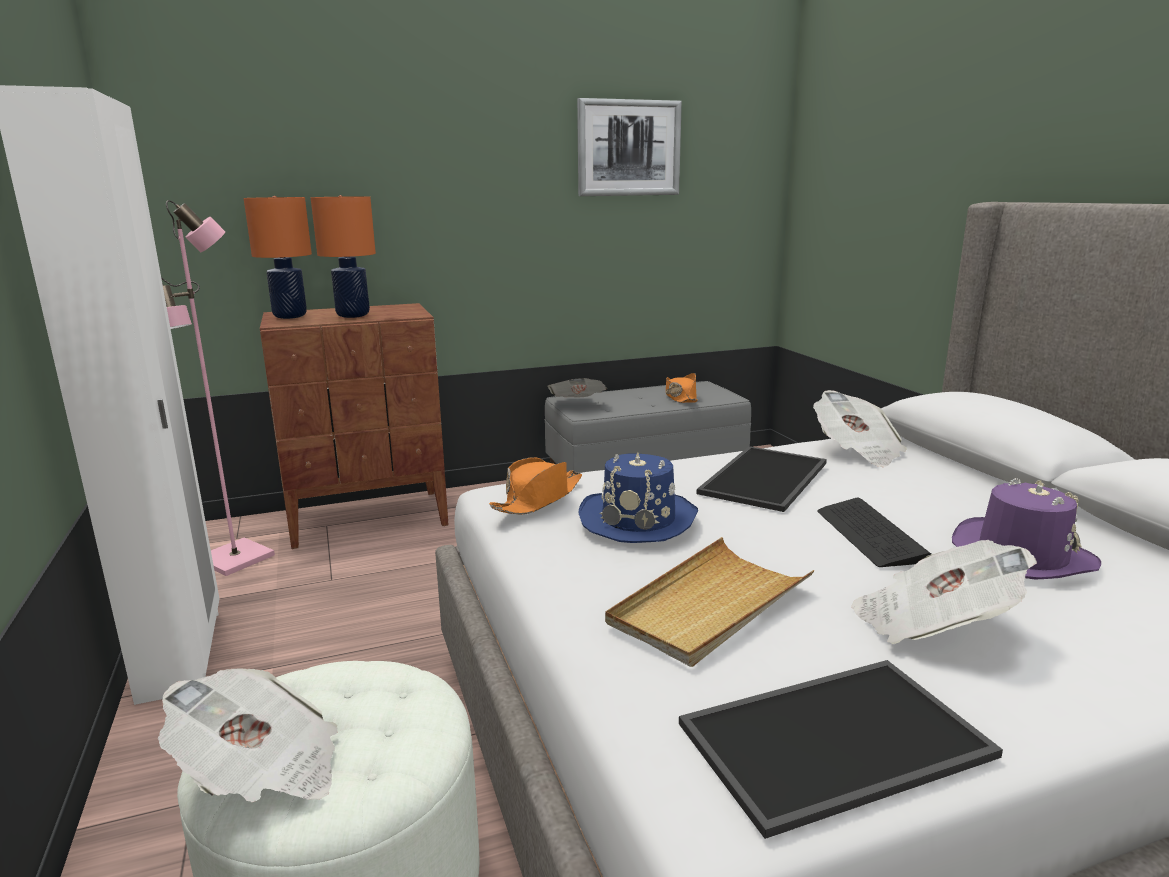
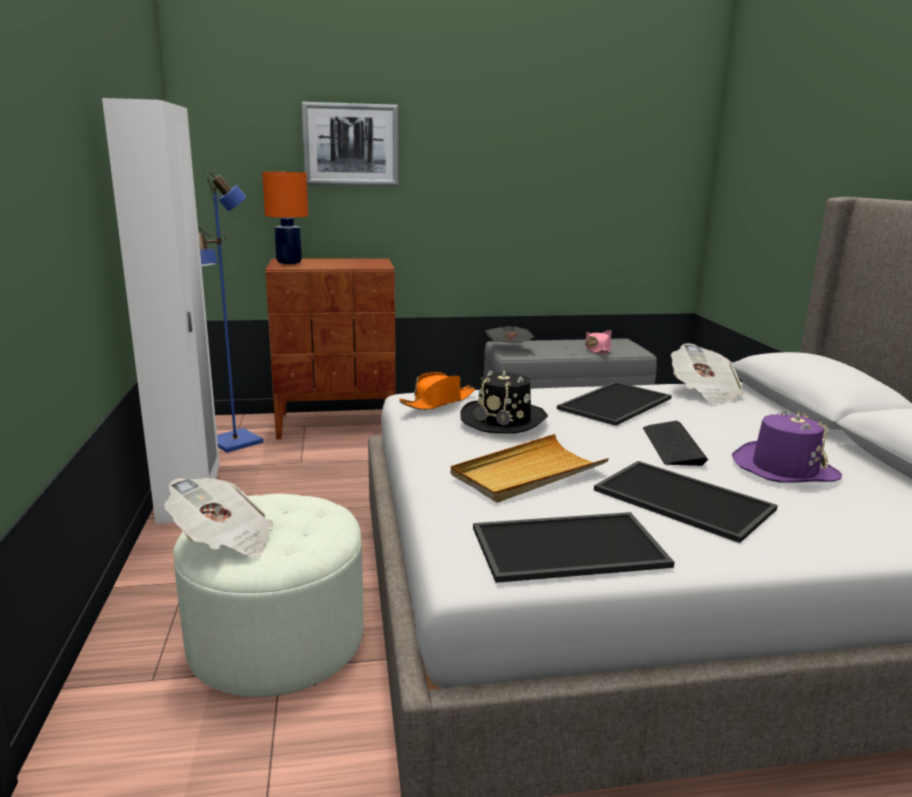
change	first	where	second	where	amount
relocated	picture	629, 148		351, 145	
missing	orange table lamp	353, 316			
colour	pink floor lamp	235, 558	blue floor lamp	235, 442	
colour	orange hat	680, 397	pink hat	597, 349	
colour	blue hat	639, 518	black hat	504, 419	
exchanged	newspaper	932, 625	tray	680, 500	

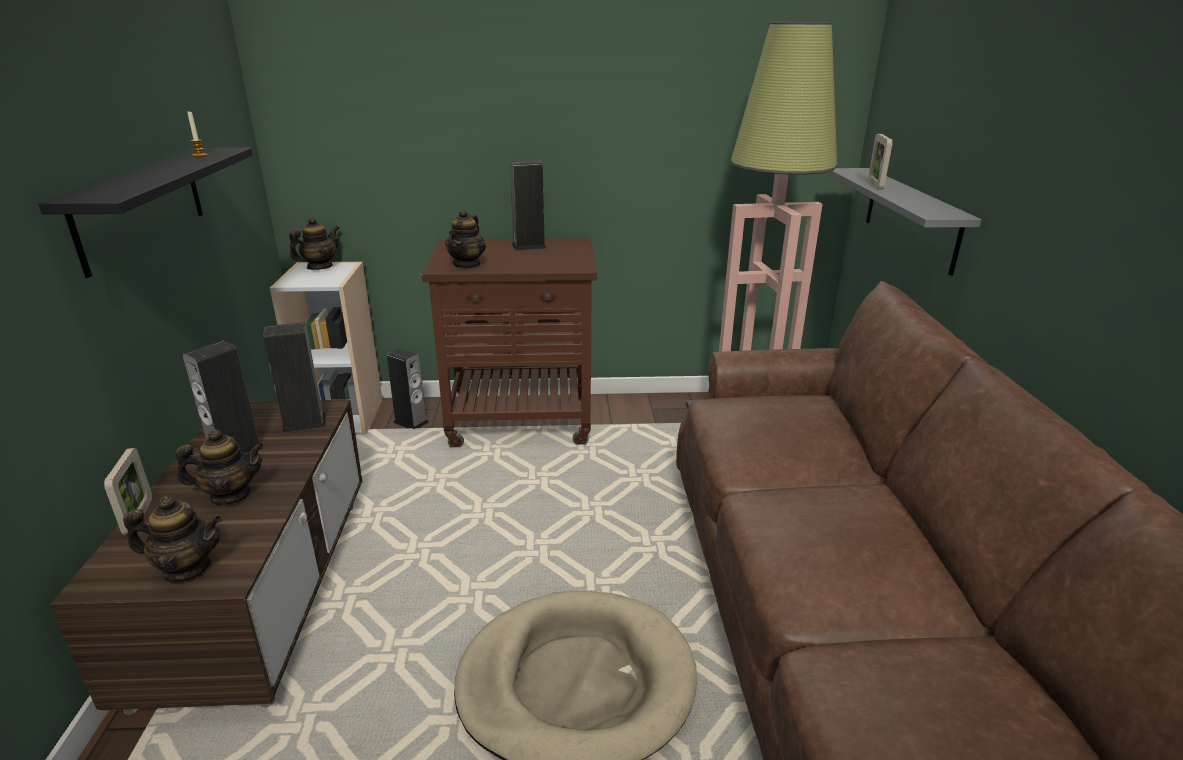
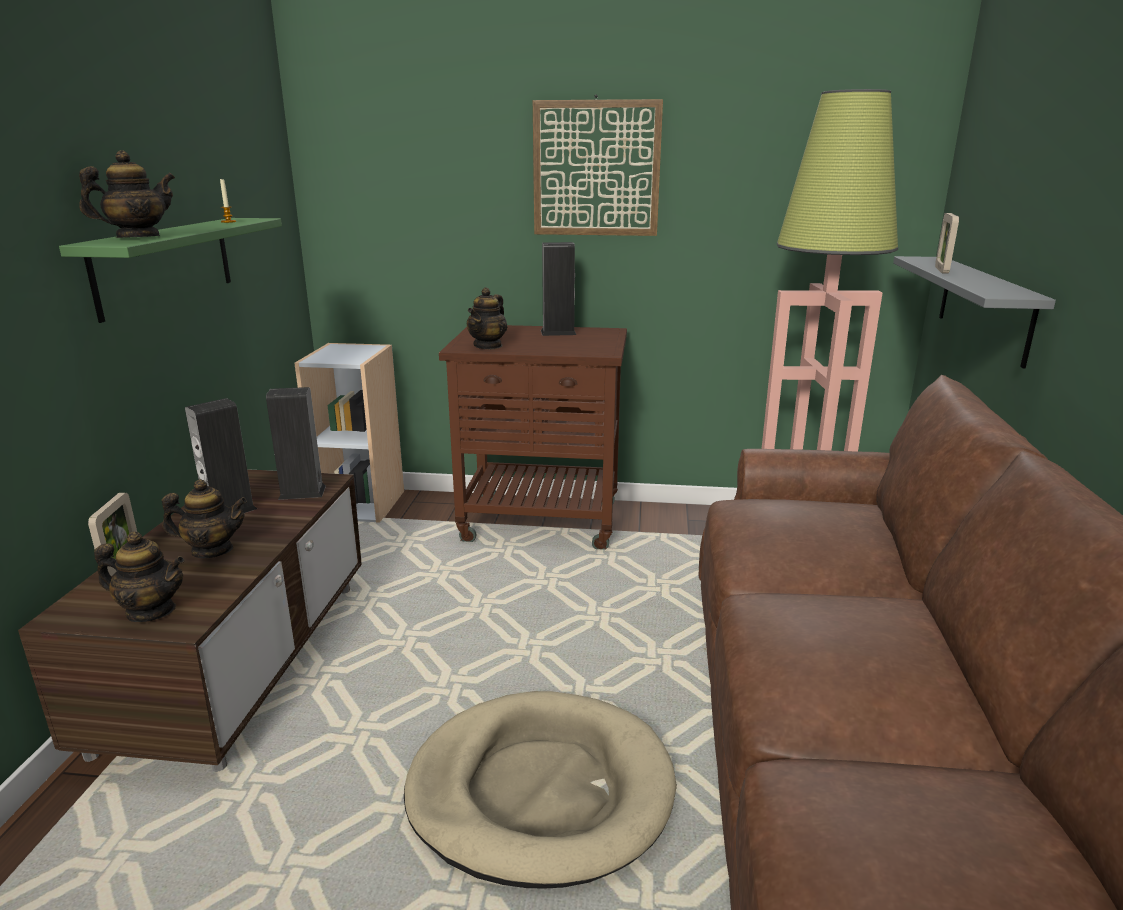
change	first	where	second	where	amount
colour	black shelf	141, 206	green shelf	165, 265	
relocated	teapot	319, 267		138, 237	
missing	speaker	411, 422			
appeared			picture	596, 166	

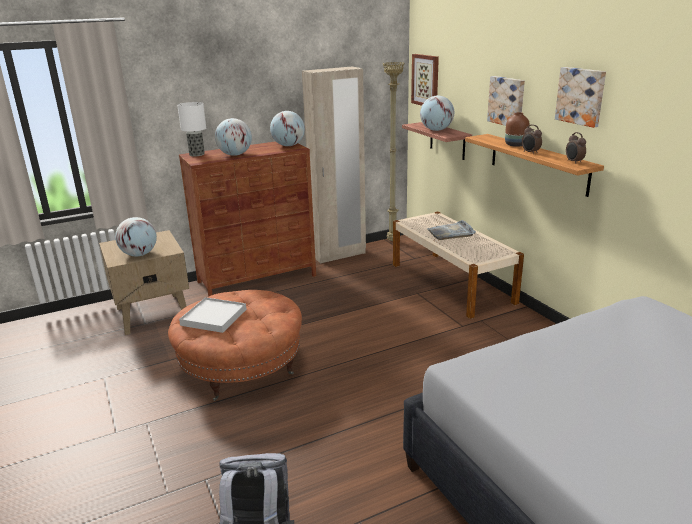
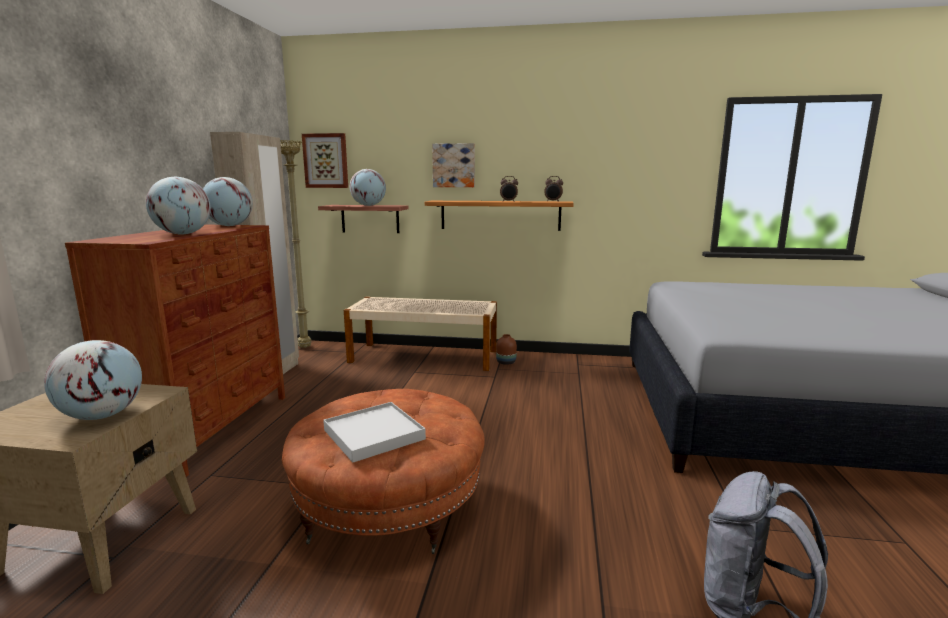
change	first	where	second	where	amount
missing	picture	581, 96			
missing	table lamp	196, 154			
relocated	brown vase	516, 145		506, 362	
missing	grey tray	451, 232			

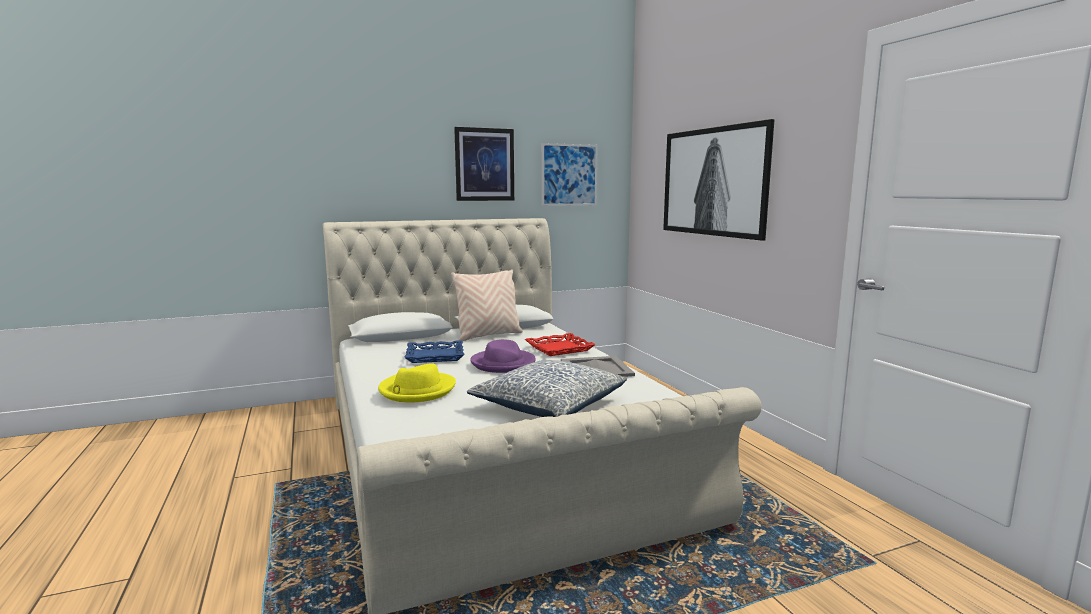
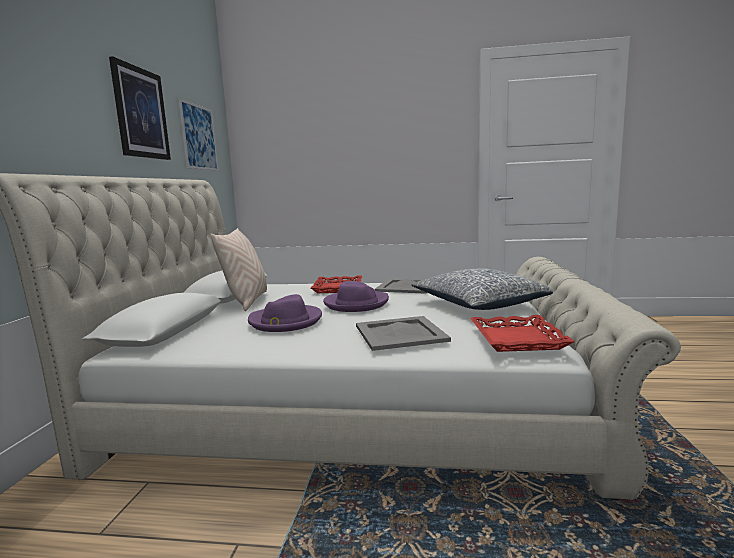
change	first	where	second	where	amount
missing	picture	714, 182			
exchanged	blue tray	435, 356	purple hat	285, 321	
exchanged	yellow hat	417, 390	grey tray	401, 333	
appeared			red tray	516, 339	

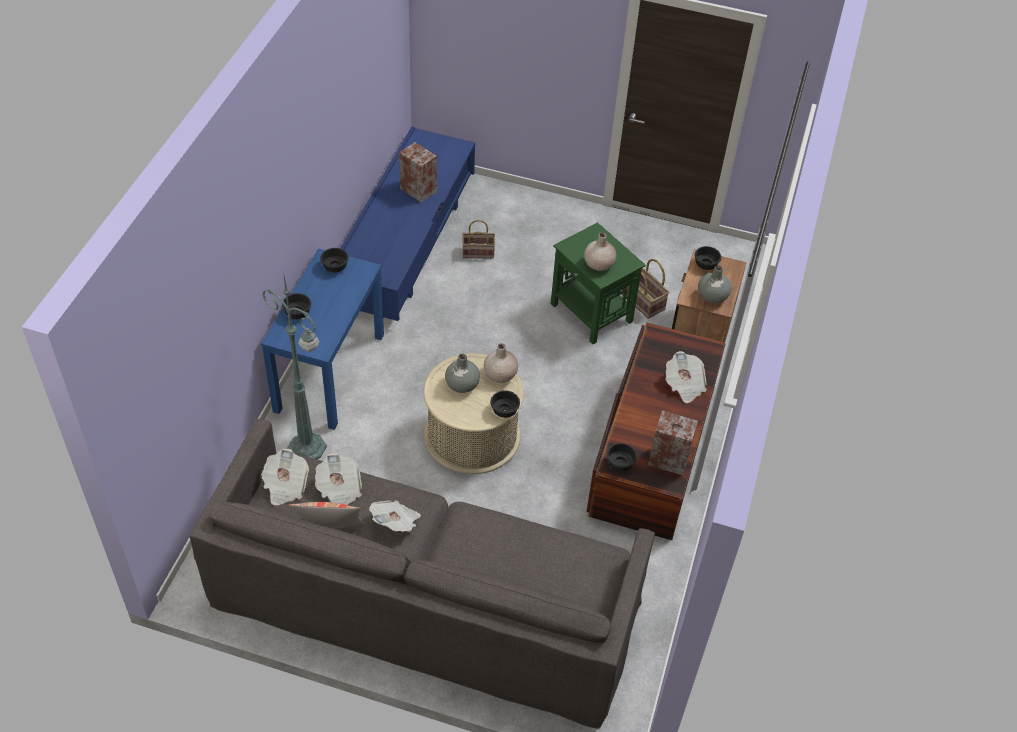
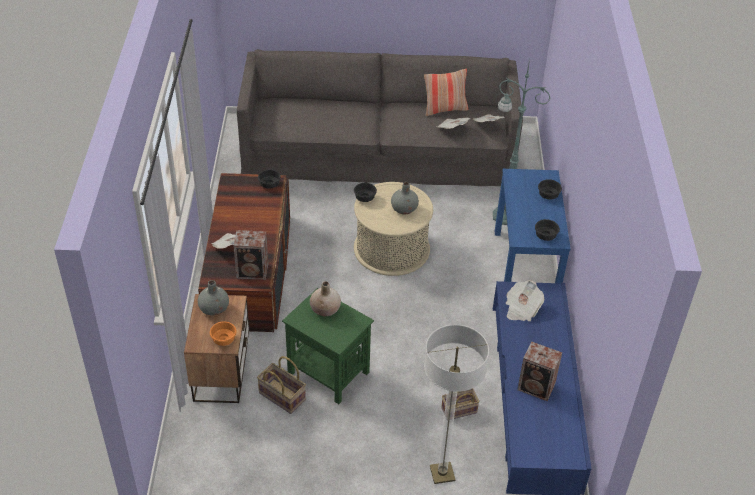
change	first	where	second	where	amount
colour	black bowl	706, 264	orange bowl	223, 340	
missing	beige vase	500, 374			
relocated	speaker	667, 459		253, 271	
relocated	newspaper	396, 523		521, 309	
appeared			floor lamp	442, 473	

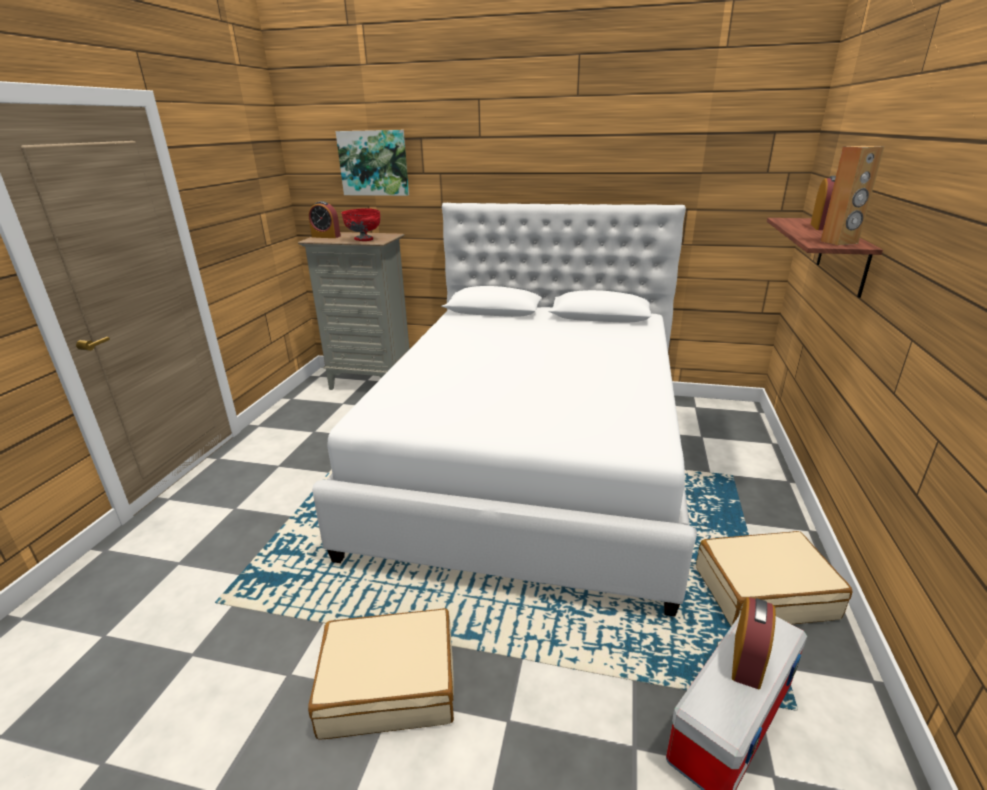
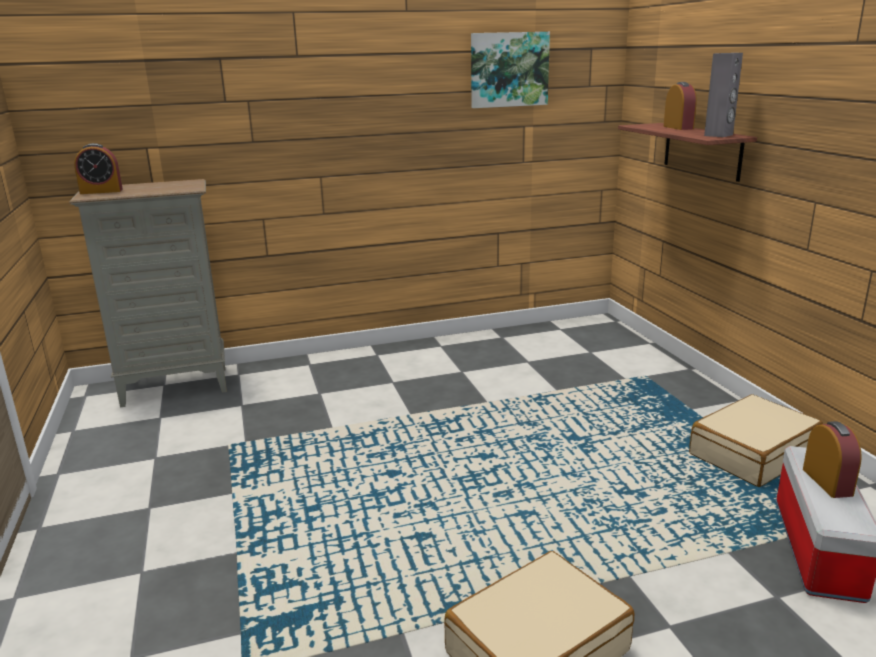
change	first	where	second	where	amount
relocated	picture	374, 163		509, 69	
colour	brown speaker	839, 242	grey speaker	719, 135	
missing	white bed	531, 461			
missing	red bowl	364, 240			

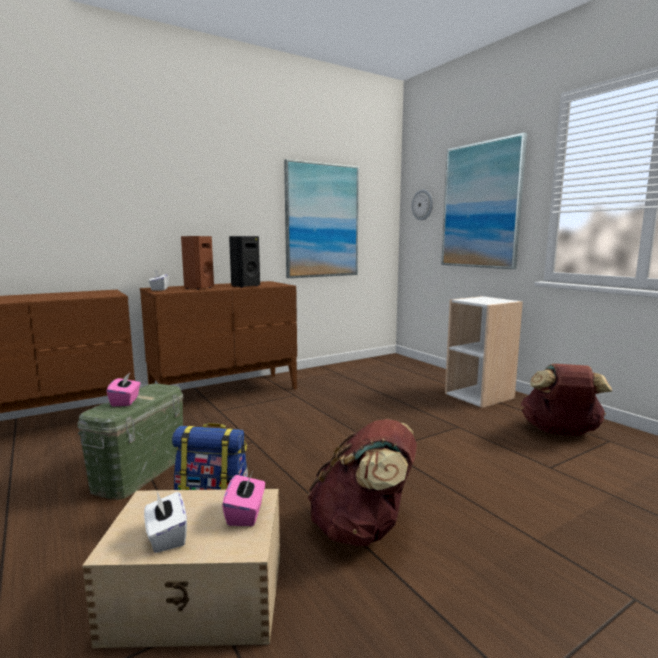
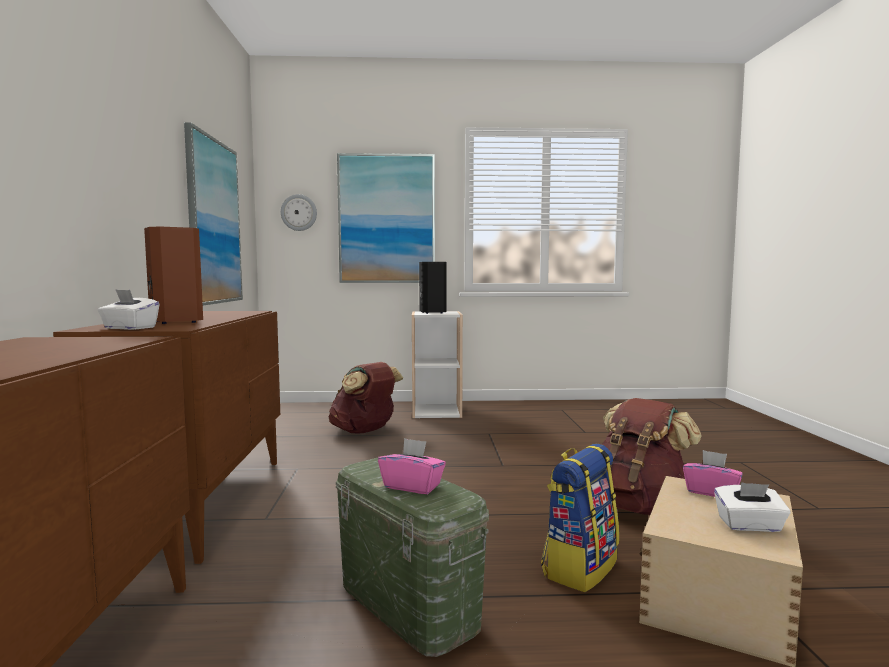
change	first	where	second	where	amount
relocated	black speaker	245, 286		432, 312	
relocated	brown backpack	560, 432		364, 431	

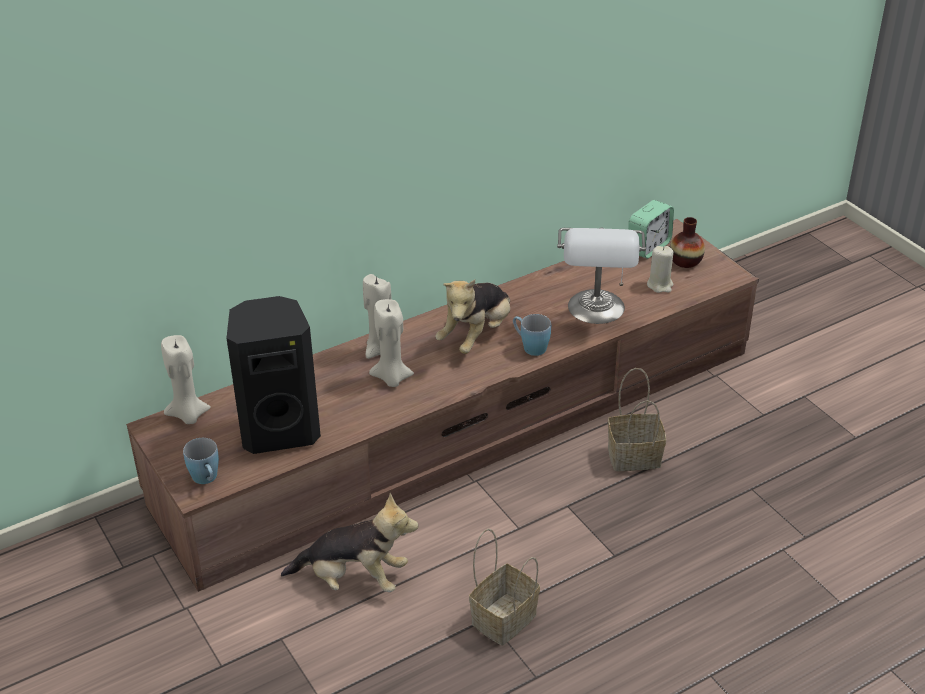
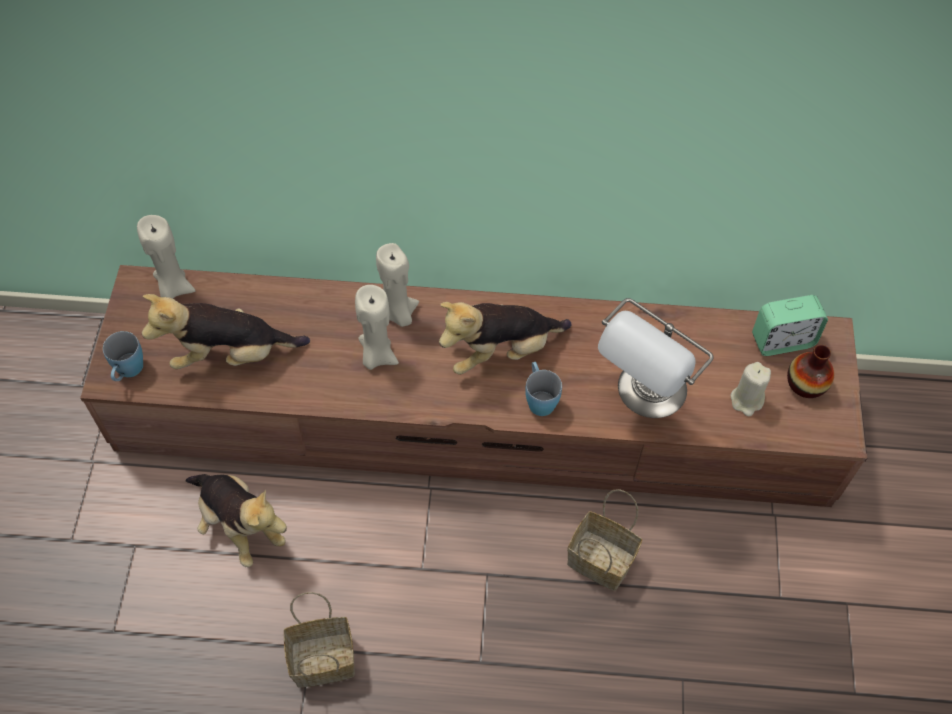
change	first	where	second	where	amount
exchanged	black speaker	280, 430	plush toy	231, 355	

